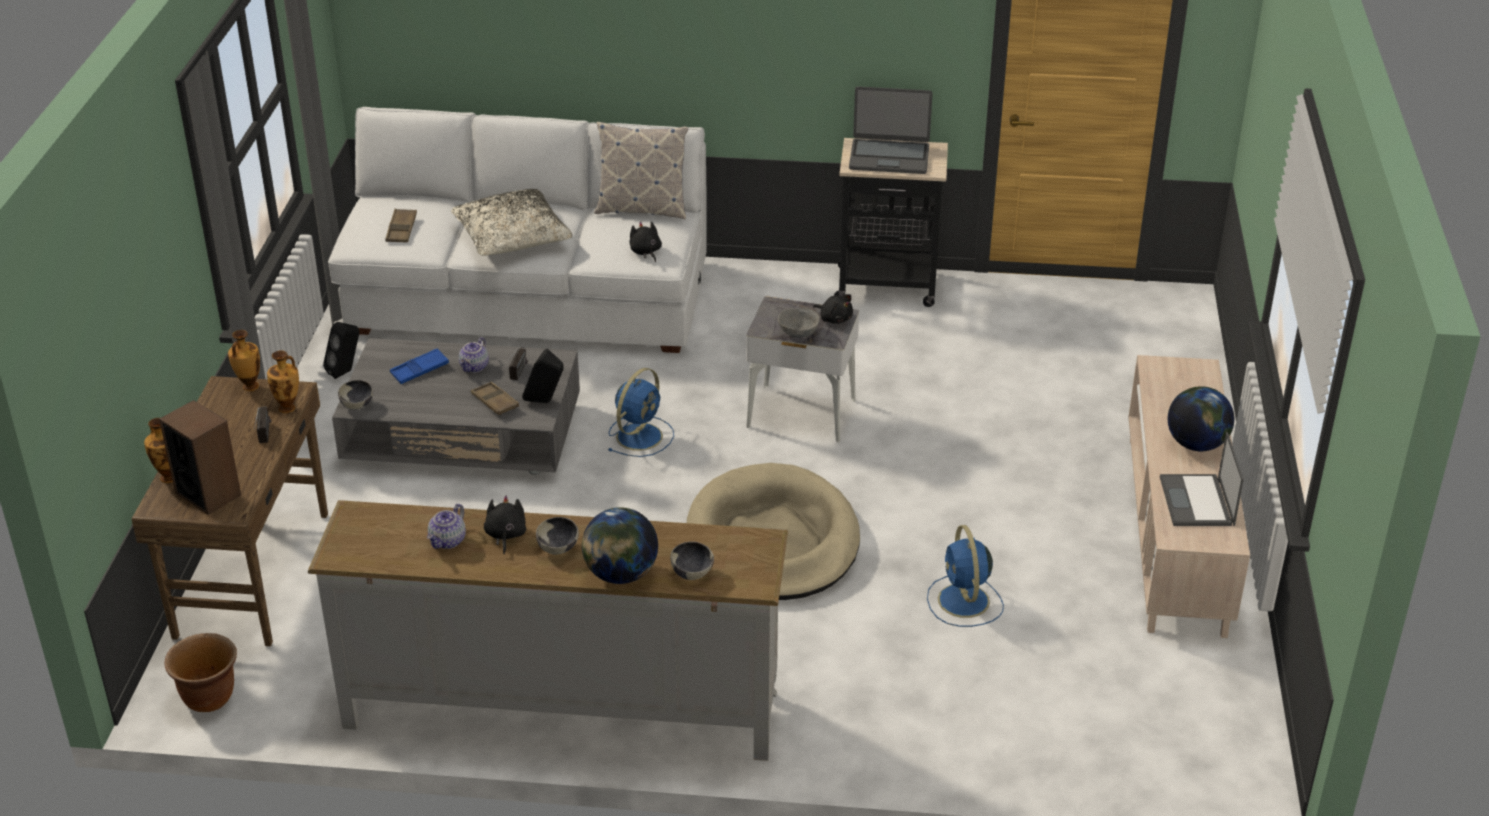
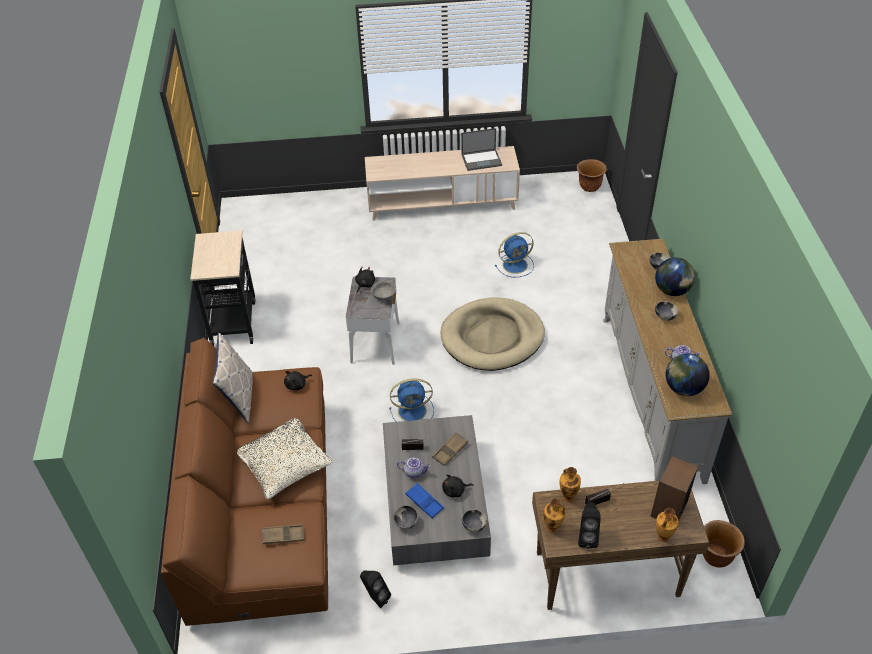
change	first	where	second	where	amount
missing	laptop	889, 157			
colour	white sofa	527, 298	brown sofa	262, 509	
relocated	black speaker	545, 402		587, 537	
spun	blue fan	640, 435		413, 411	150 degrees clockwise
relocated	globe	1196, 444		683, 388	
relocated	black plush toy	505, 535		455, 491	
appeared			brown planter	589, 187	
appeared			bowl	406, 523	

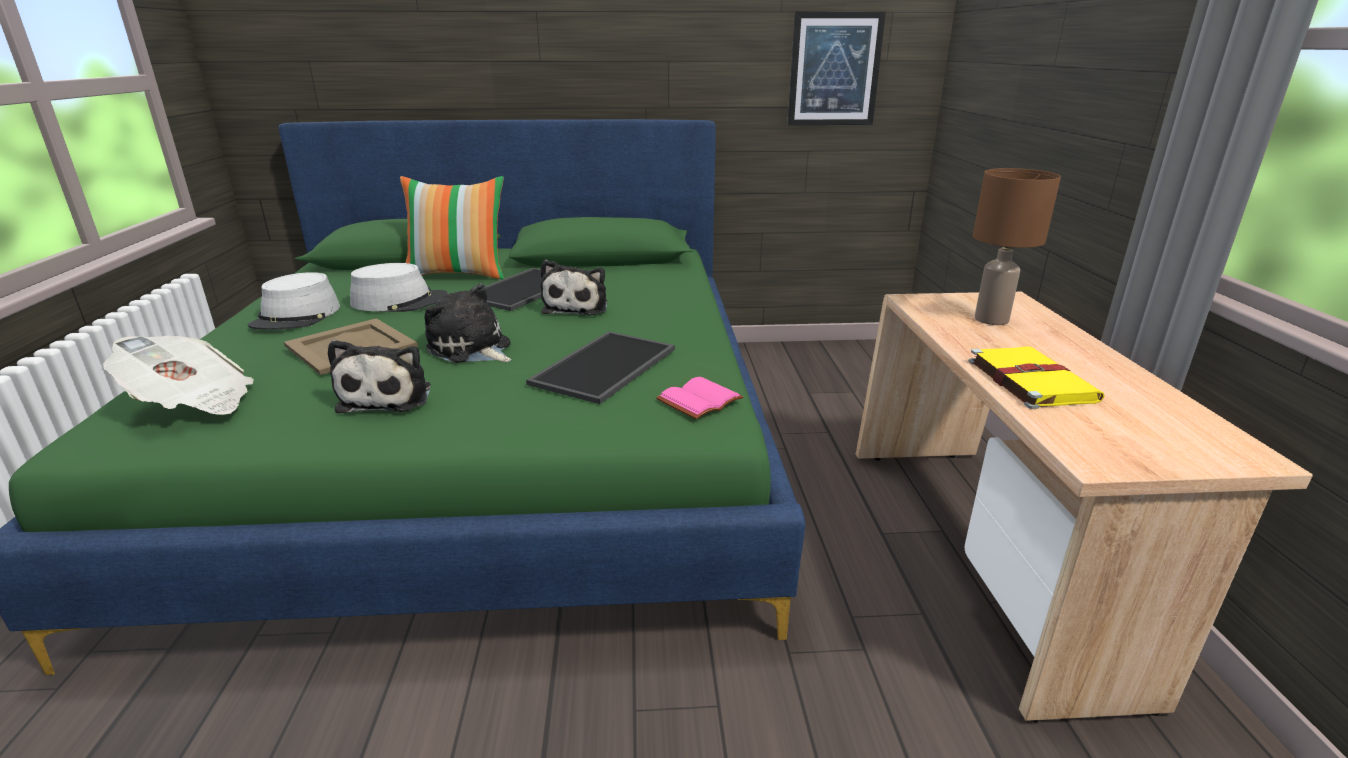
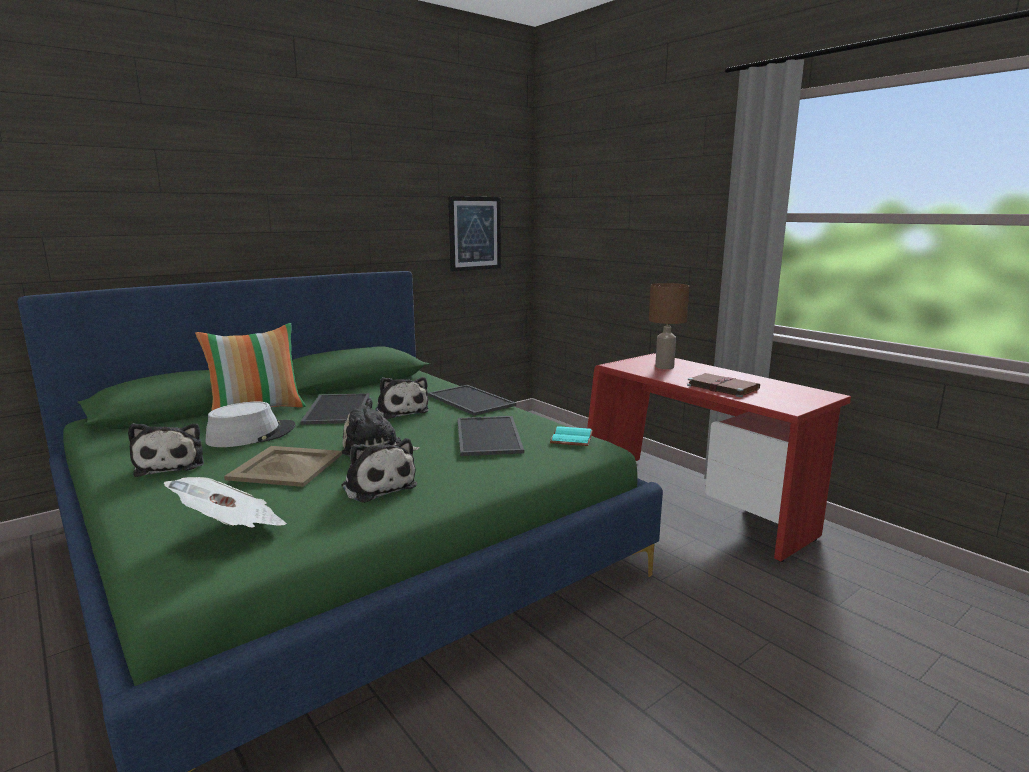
change	first	where	second	where	amount
exchanged	grey hat	297, 316	plush toy	171, 464	
colour	beige desk	984, 557	red desk	693, 505	
colour	yellow book	1029, 380	brown book	721, 387	
colour	pink book	699, 399	turquoise book	570, 438	
appeared			tray	469, 400	

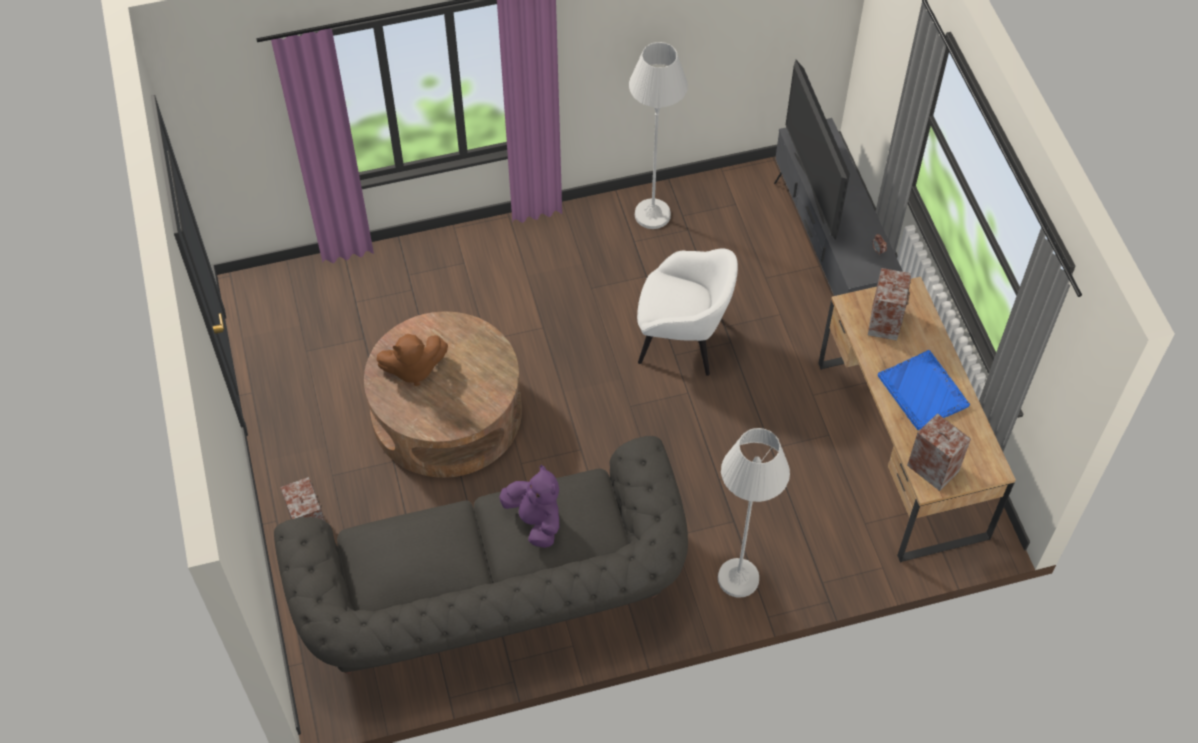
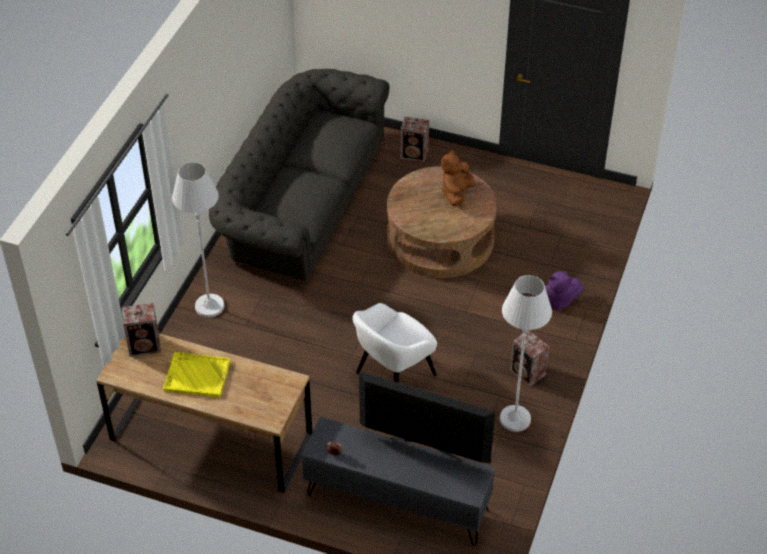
change	first	where	second	where	amount
relocated	speaker	885, 321		528, 373	
colour	blue tray	923, 392	yellow tray	196, 375	
relocated	purple plush toy	535, 520		556, 301	

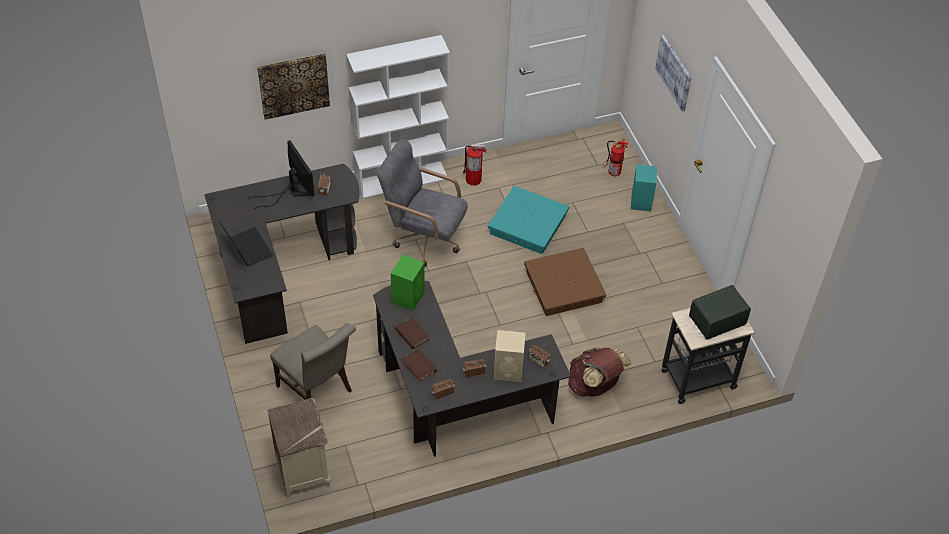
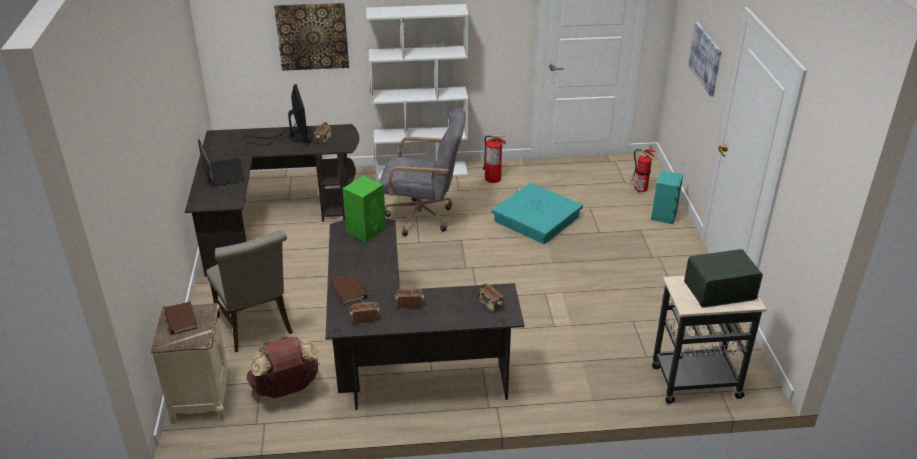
change	first	where	second	where	amount
spun	grey office chair	423, 241		424, 218	150 degrees clockwise
missing	brown storage box	564, 287			
relocated	brown book	412, 334		181, 320	
missing	beige speaker	509, 370			
relocated	brown backpack	594, 386		286, 389	

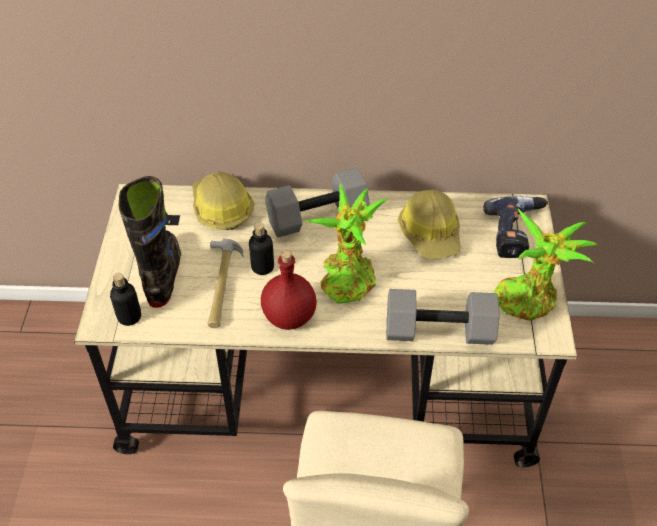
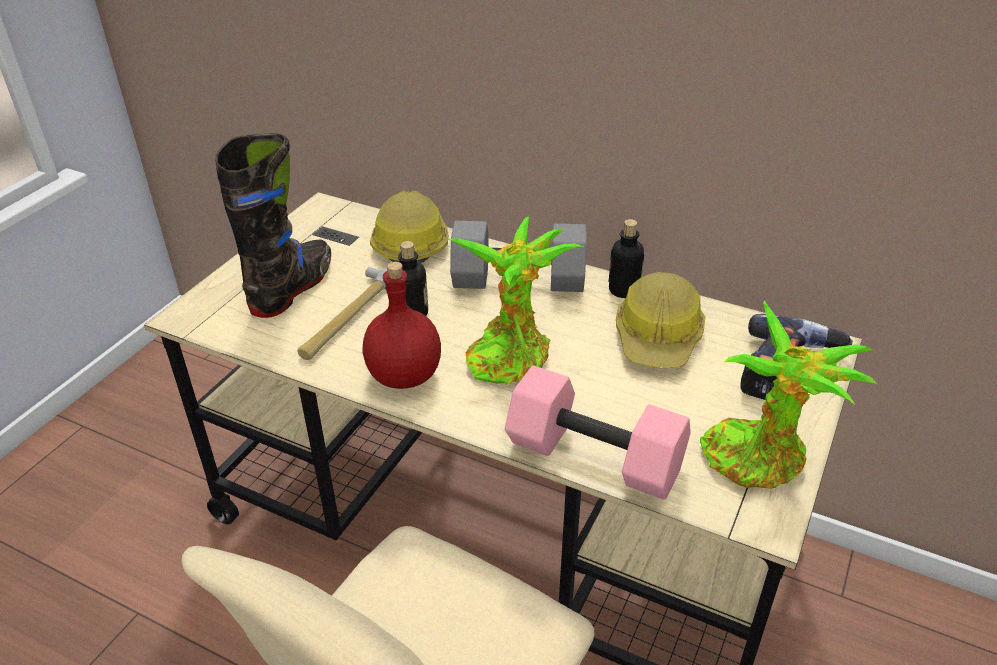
change	first	where	second	where	amount
relocated	bottle	129, 317		623, 290	
colour	grey dumbbell	437, 332	pink dumbbell	592, 458	

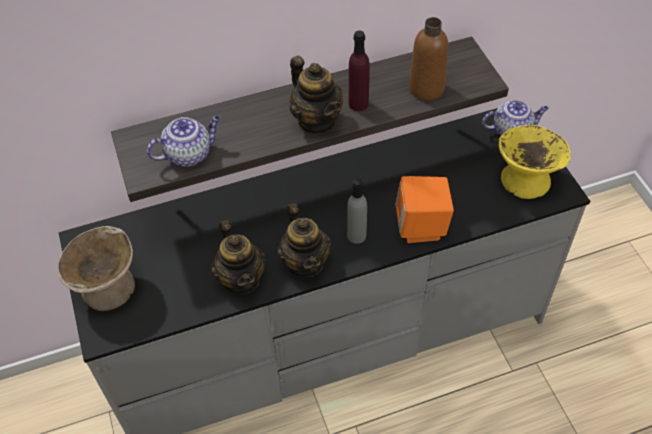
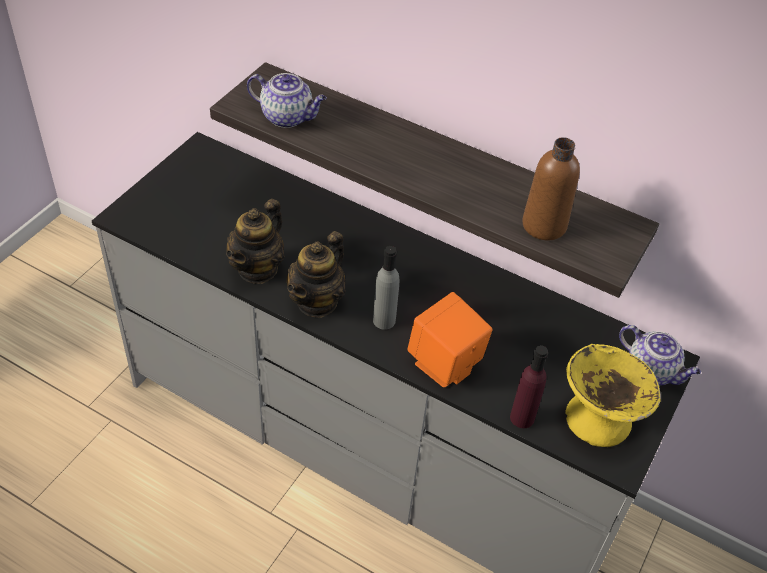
change	first	where	second	where	amount
relocated	purple bottle	358, 104		522, 418	
missing	teapot	317, 120			
missing	beige bowl	108, 288			

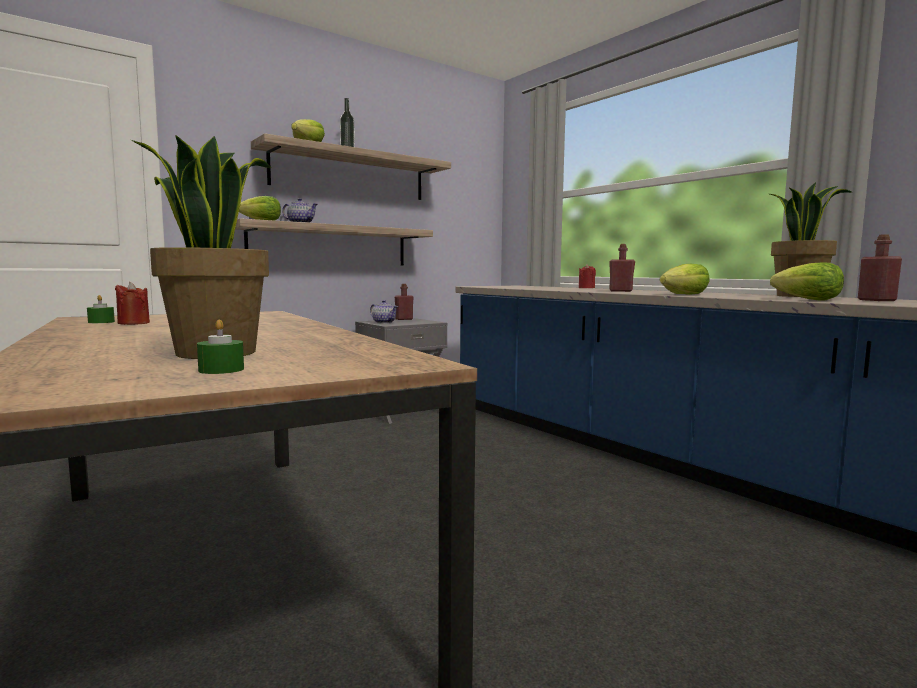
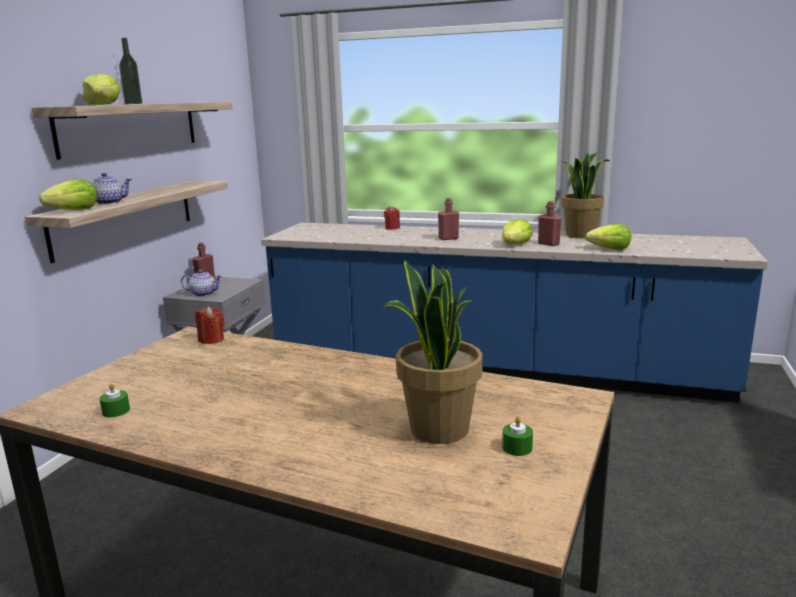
change	first	where	second	where	amount
relocated	red bottle	876, 300		548, 244	
relocated	red candle	133, 323		211, 339	

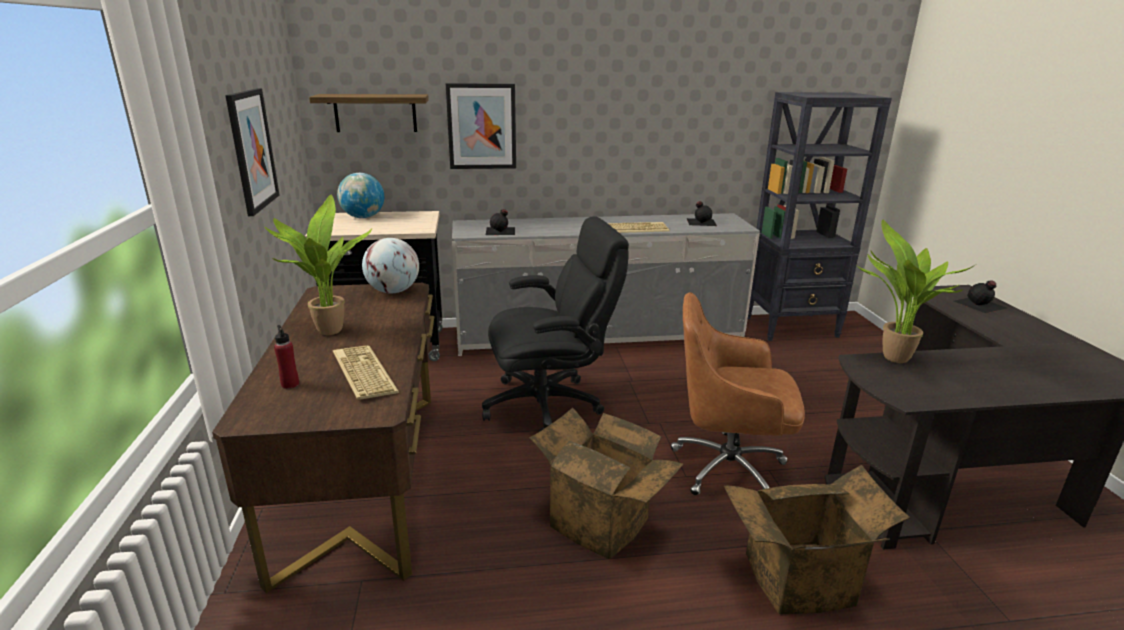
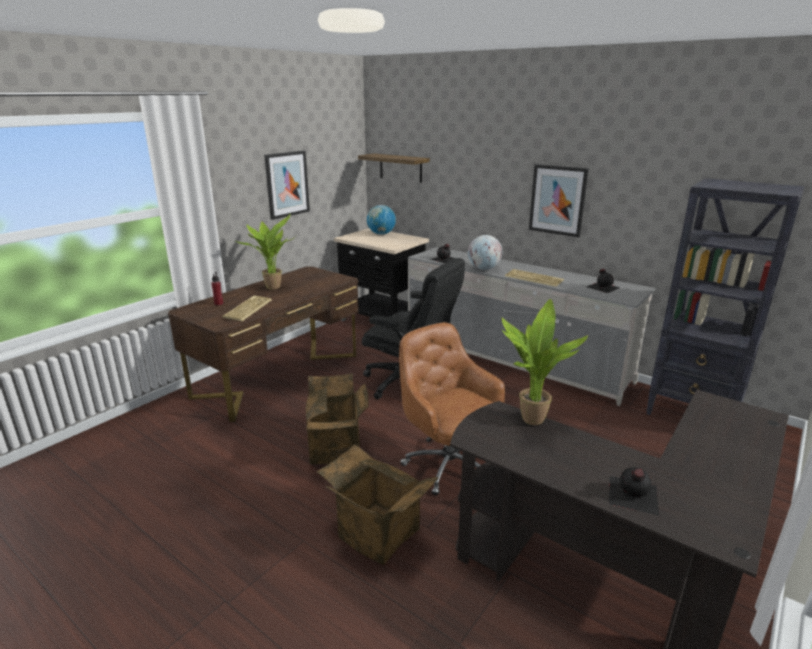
change	first	where	second	where	amount
relocated	picture	481, 126		557, 200	
relocated	globe	393, 291		484, 269	
relocated	black bottle	980, 304		632, 495	

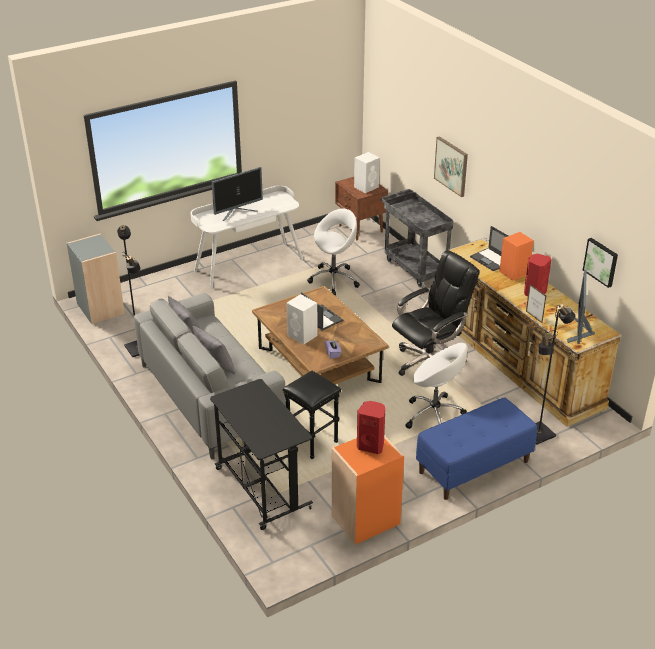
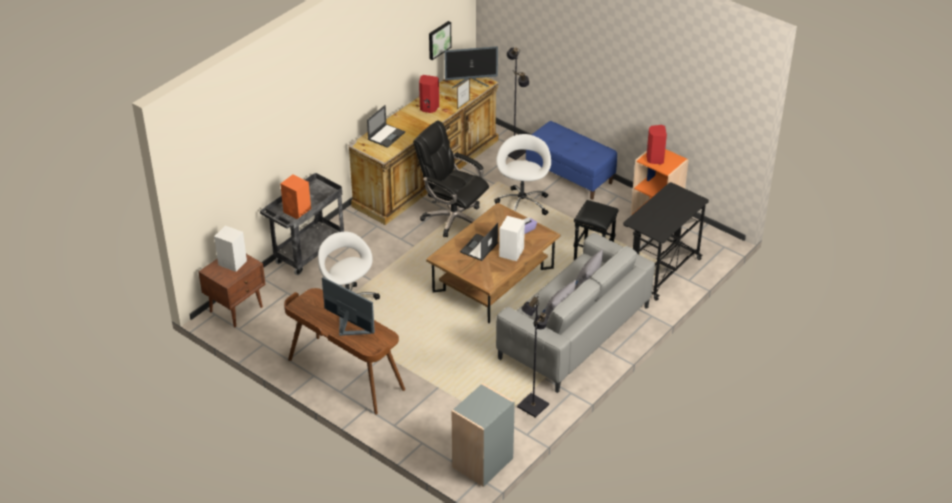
change	first	where	second	where	amount
missing	picture	451, 166			
colour	white desk	248, 264	brown desk	345, 375	
relocated	orange speaker	513, 273		297, 212	

